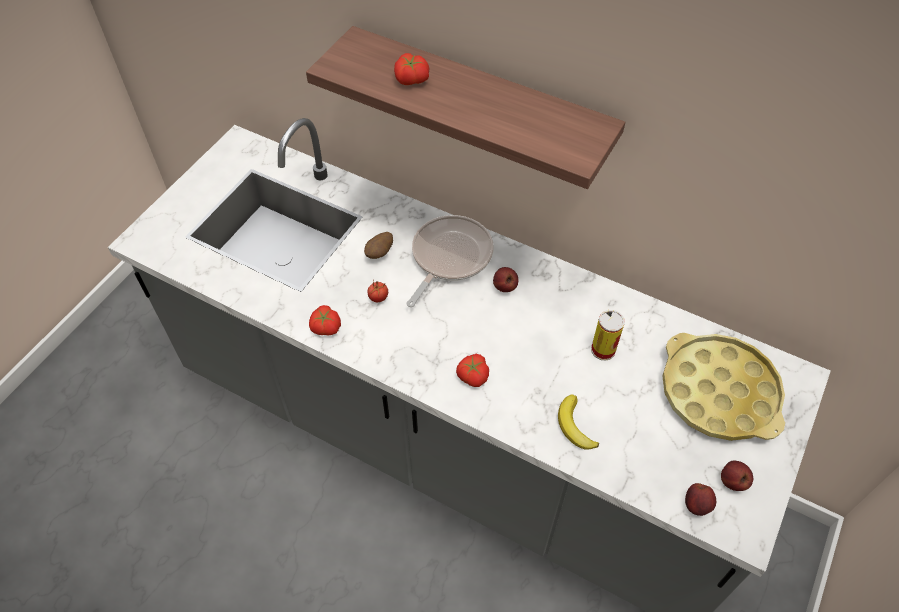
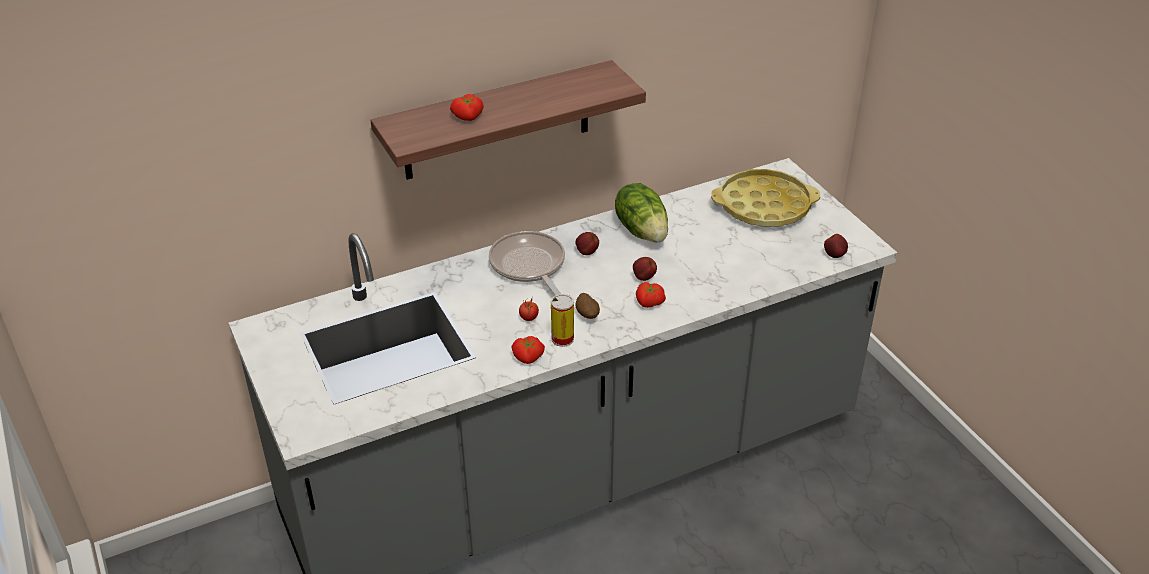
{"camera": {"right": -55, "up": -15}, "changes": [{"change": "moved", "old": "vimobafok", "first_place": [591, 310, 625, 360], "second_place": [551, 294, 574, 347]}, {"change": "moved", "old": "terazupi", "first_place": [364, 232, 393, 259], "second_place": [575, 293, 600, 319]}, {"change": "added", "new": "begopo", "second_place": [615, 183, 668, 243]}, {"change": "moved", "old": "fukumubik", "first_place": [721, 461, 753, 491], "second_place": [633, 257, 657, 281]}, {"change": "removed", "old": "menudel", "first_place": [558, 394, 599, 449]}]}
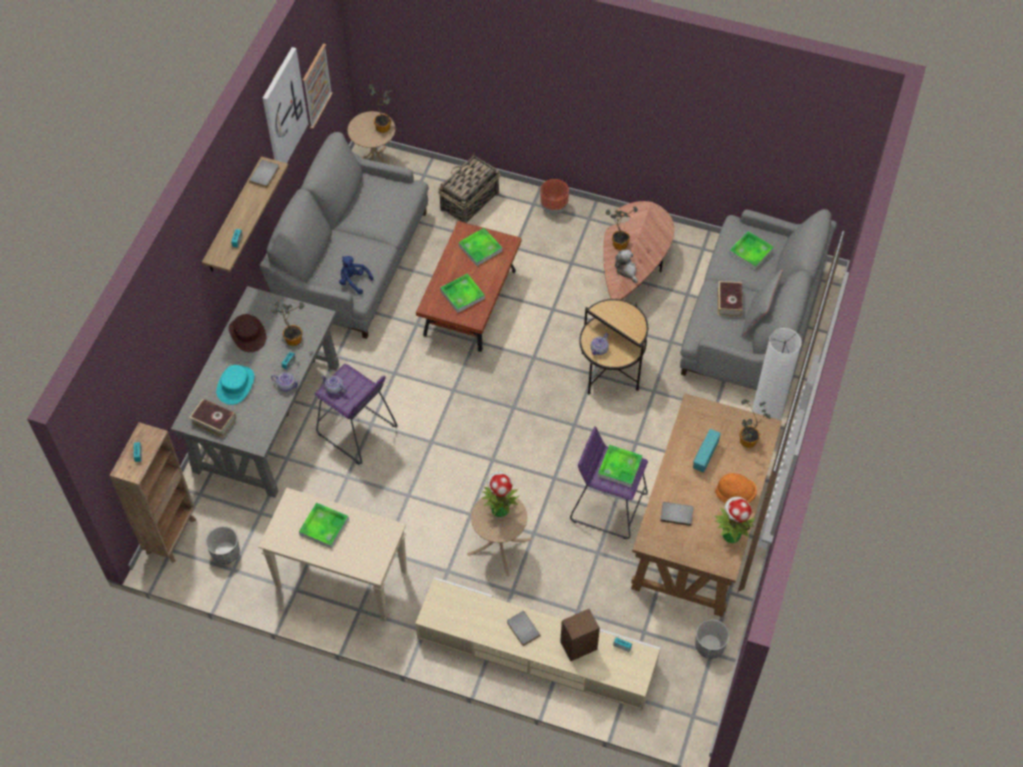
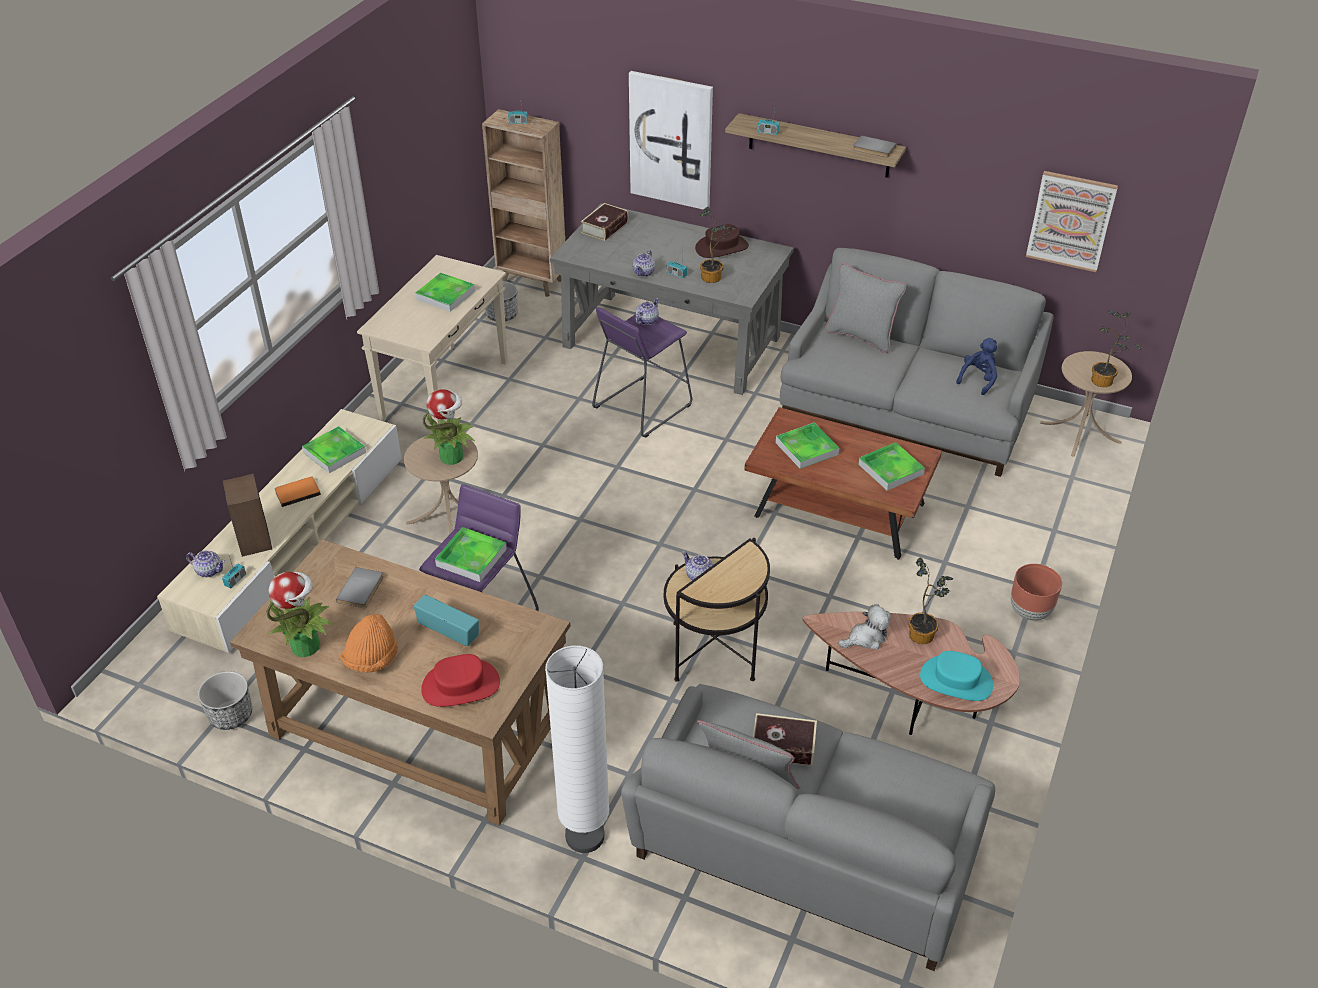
{"camera": {"right": 95, "up": -15}, "changes": [{"change": "added", "new": "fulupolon", "second_place": [186, 550, 225, 577]}, {"change": "recoloured", "old": "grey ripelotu", "new": "orange ripelotu", "first_place": [507, 611, 541, 646], "second_place": [275, 477, 321, 507]}, {"change": "moved", "old": "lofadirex", "first_place": [729, 231, 774, 270], "second_place": [302, 426, 366, 473]}, {"change": "replaced", "old": "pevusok", "new": "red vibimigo", "first_place": [740, 399, 771, 448], "second_place": [421, 654, 500, 707]}, {"change": "moved", "old": "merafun", "first_place": [263, 47, 308, 163], "second_place": [629, 71, 713, 209]}, {"change": "added", "new": "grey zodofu", "second_place": [825, 263, 906, 353]}, {"change": "moved", "old": "turquoise vibimigo", "first_place": [216, 365, 255, 405], "second_place": [920, 651, 993, 701]}, {"change": "moved", "old": "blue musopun", "first_place": [339, 256, 373, 294], "second_place": [956, 338, 997, 395]}, {"change": "removed", "old": "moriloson", "first_place": [438, 154, 500, 223]}]}
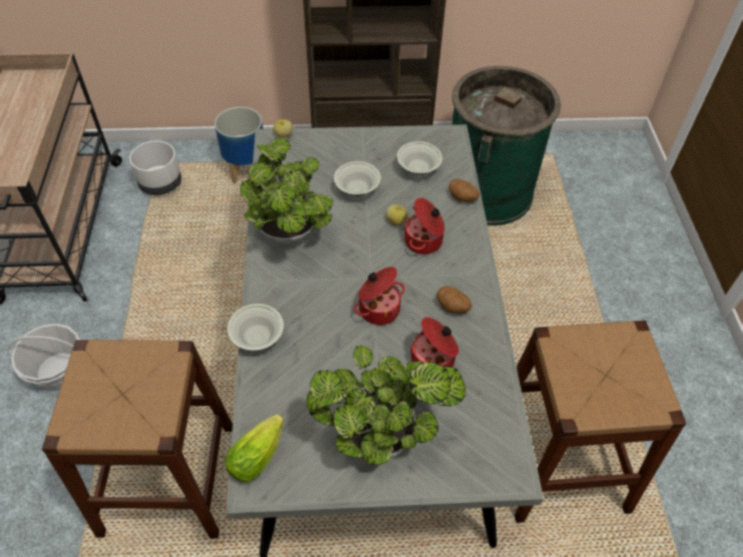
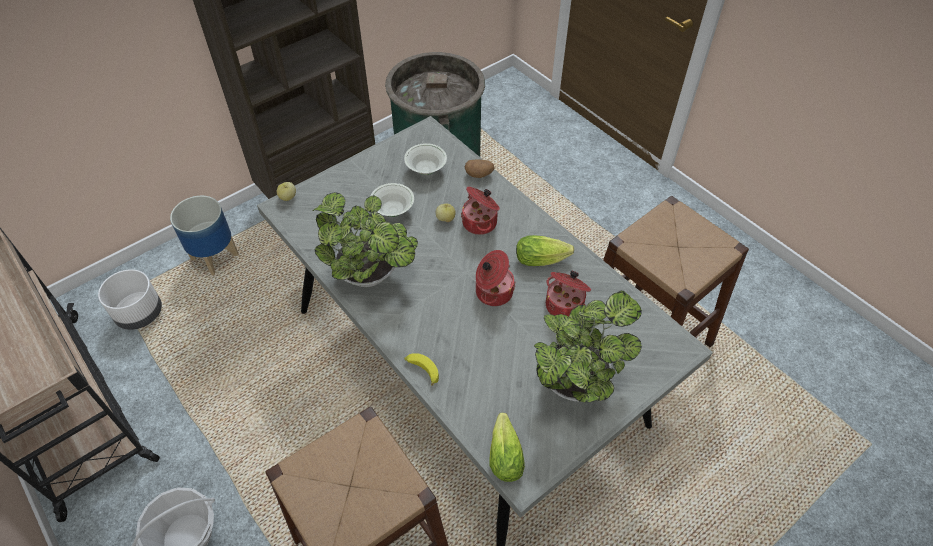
{"camera": {"right": -35, "up": 0}, "changes": [{"change": "replaced", "old": "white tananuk", "new": "menudel", "first_place": [227, 304, 284, 350], "second_place": [404, 353, 439, 386]}, {"change": "replaced", "old": "terazupi", "new": "begopo", "first_place": [437, 286, 472, 313], "second_place": [516, 235, 574, 266]}]}
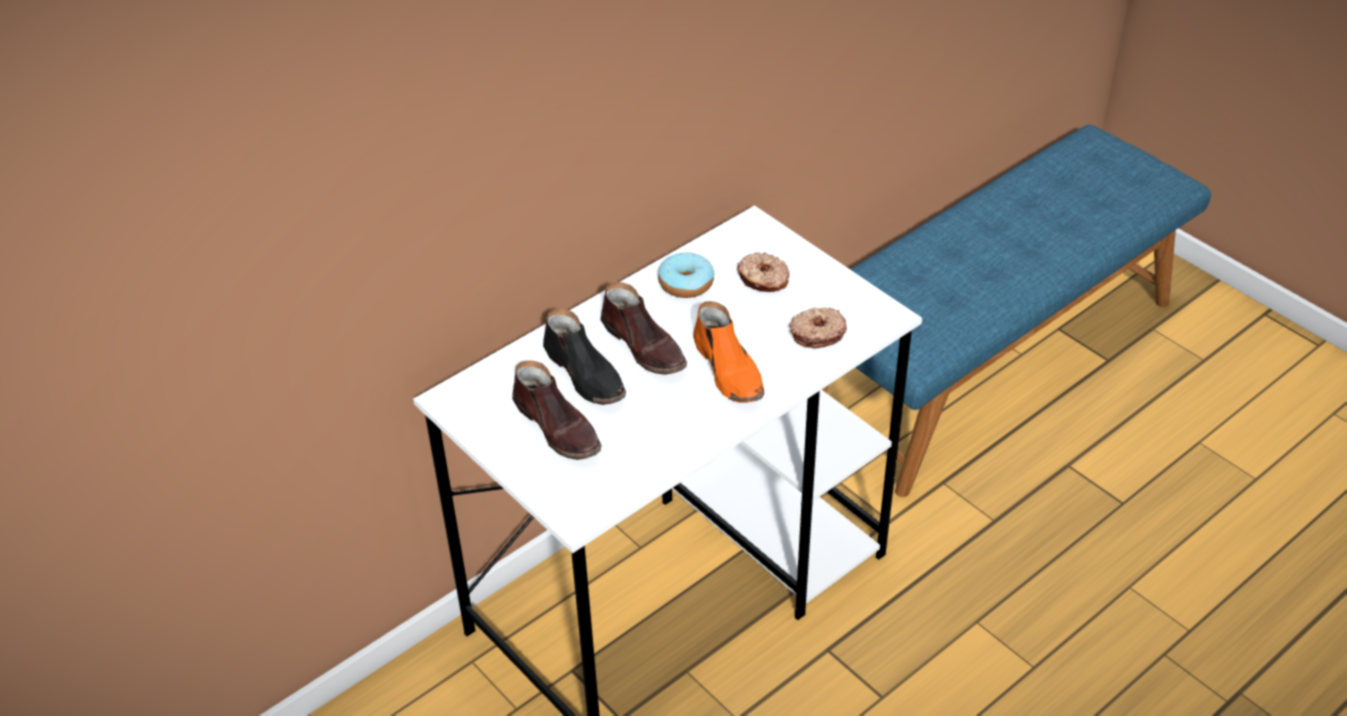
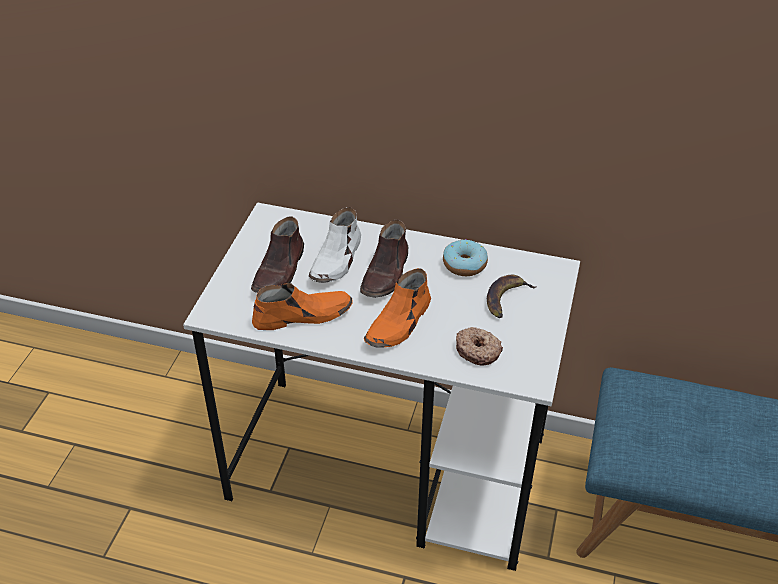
{"camera": {"right": 55, "up": 0}, "changes": [{"change": "added", "new": "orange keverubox", "second_place": [252, 283, 353, 330]}, {"change": "recoloured", "old": "black keverubox", "new": "white keverubox", "first_place": [543, 308, 626, 405], "second_place": [308, 207, 361, 283]}, {"change": "replaced", "old": "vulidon", "new": "menudel", "first_place": [737, 252, 790, 292], "second_place": [487, 275, 537, 318]}]}
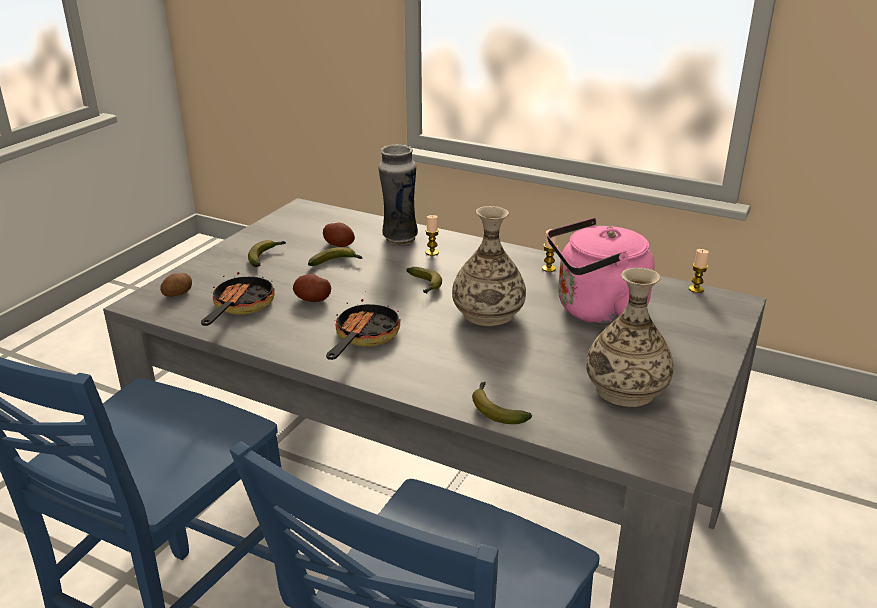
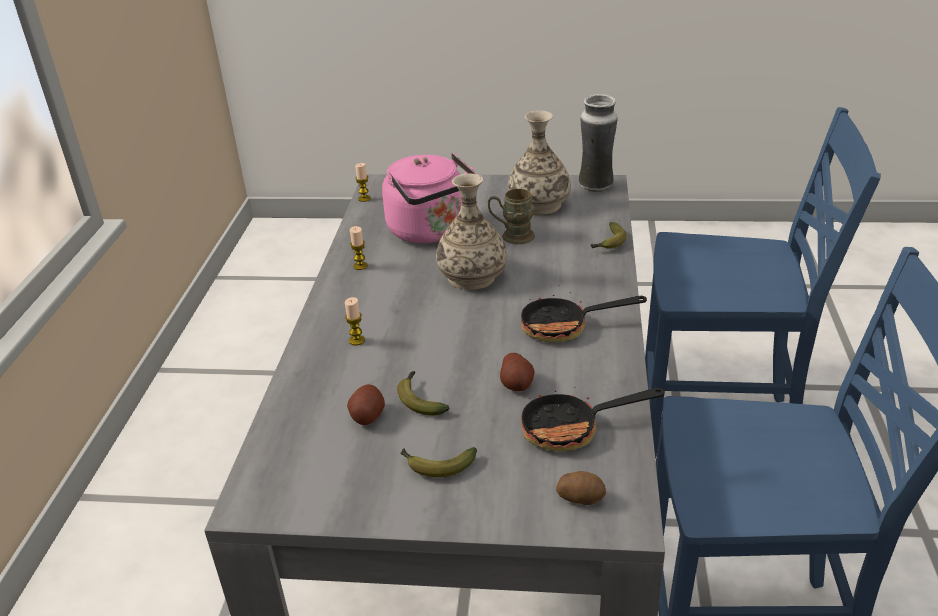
{"camera": {"right": -110, "up": 5}, "changes": [{"change": "added", "new": "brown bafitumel", "second_place": [488, 189, 535, 244]}, {"change": "moved", "old": "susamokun", "first_place": [378, 144, 418, 245], "second_place": [579, 94, 618, 193]}, {"change": "removed", "old": "menudel", "first_place": [407, 267, 442, 294]}]}
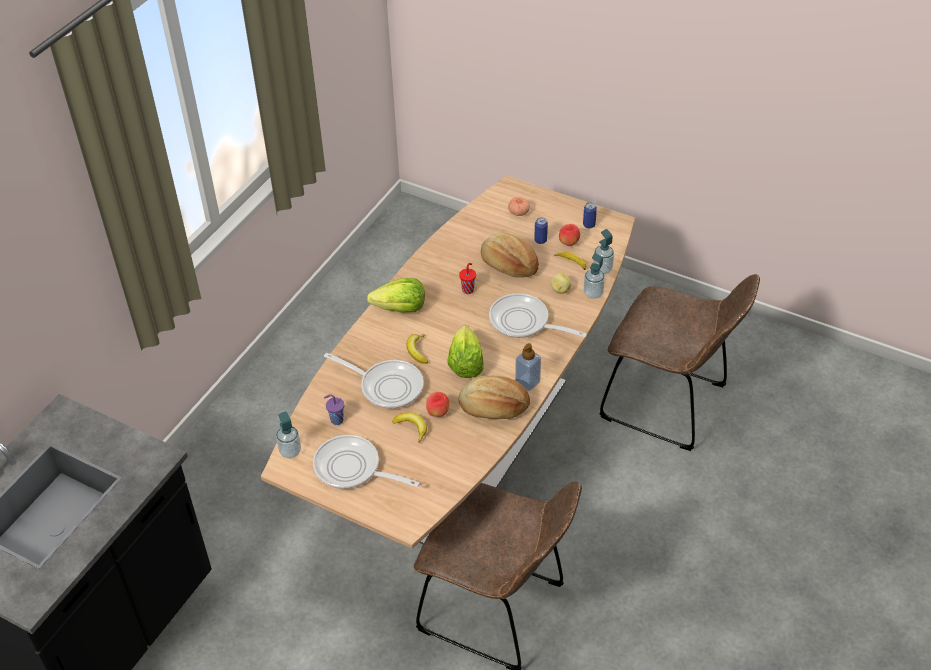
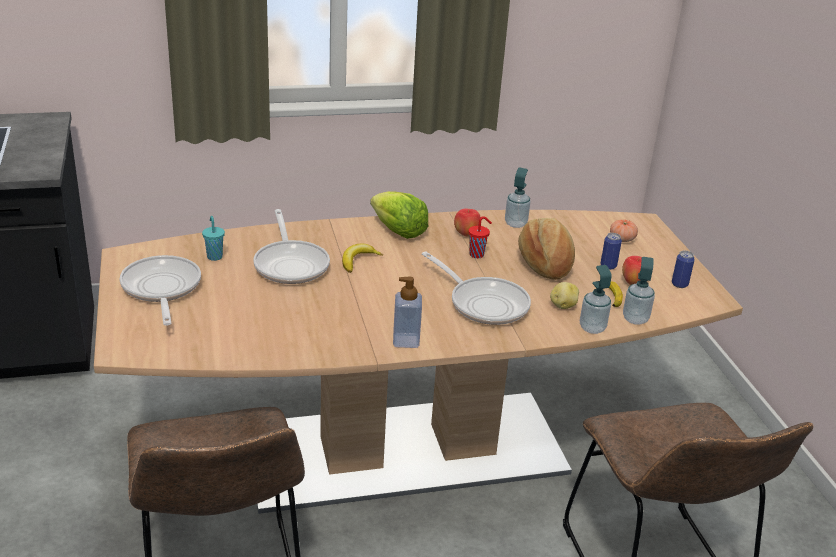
{"camera": {"right": 45, "up": -15}, "changes": [{"change": "recoloured", "old": "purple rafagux", "new": "turquoise rafagux", "first_place": [324, 394, 344, 425], "second_place": [202, 216, 225, 261]}, {"change": "turned", "old": "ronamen", "first_place": [489, 293, 587, 338], "second_place": [422, 251, 531, 325], "degrees": 150}, {"change": "moved", "old": "fukumubik", "first_place": [426, 392, 449, 417], "second_place": [454, 208, 481, 237]}, {"change": "moved", "old": "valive", "first_place": [276, 411, 301, 458], "second_place": [505, 168, 531, 228]}, {"change": "removed", "old": "menudel", "first_place": [392, 412, 427, 443]}, {"change": "removed", "old": "begopo", "first_place": [447, 326, 484, 378]}, {"change": "removed", "old": "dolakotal", "first_place": [459, 375, 530, 419]}]}
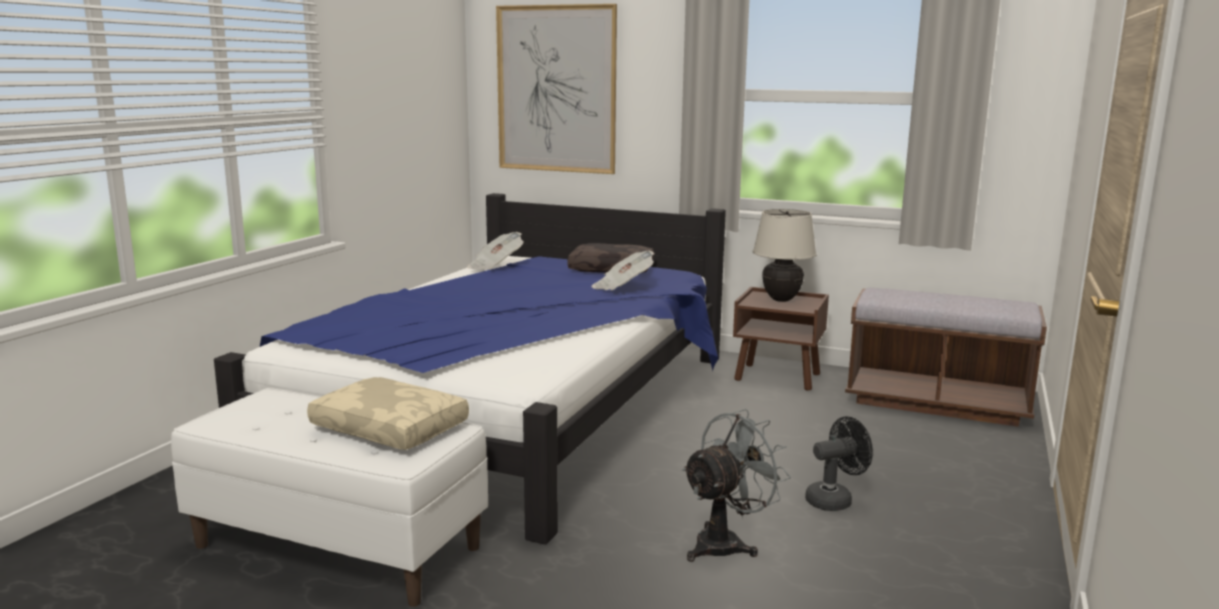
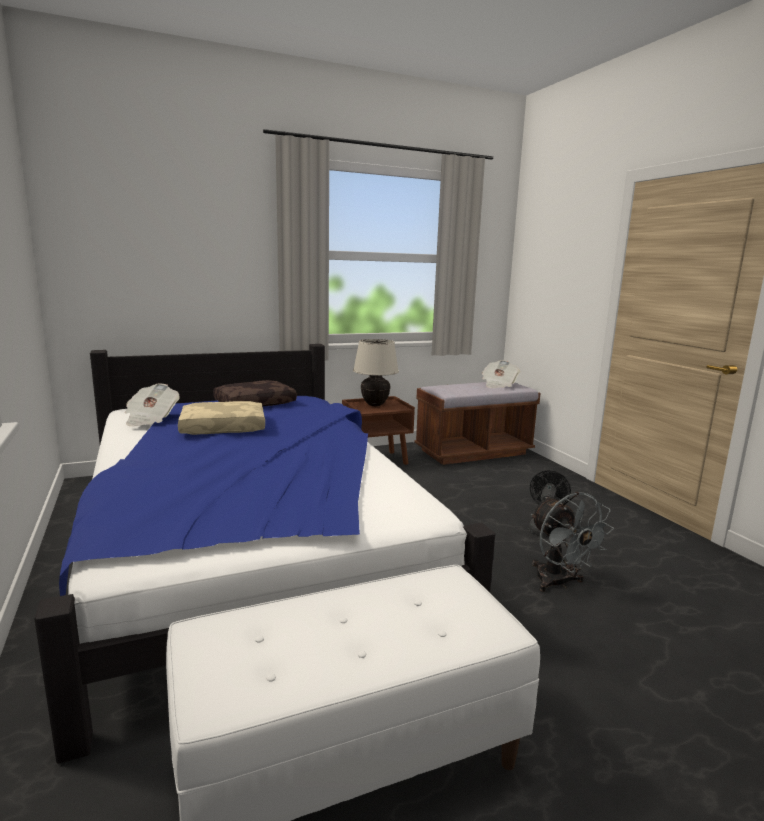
{"camera": {"right": -45, "up": 0}, "changes": [{"change": "moved", "old": "beige zodofu", "first_place": [307, 377, 469, 450], "second_place": [178, 401, 265, 435]}, {"change": "moved", "old": "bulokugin", "first_place": [592, 251, 654, 290], "second_place": [481, 360, 520, 388]}, {"change": "turned", "old": "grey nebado", "first_place": [682, 409, 791, 562], "second_place": [531, 492, 614, 592], "degrees": 150}, {"change": "removed", "old": "merafun", "first_place": [496, 4, 617, 174]}]}
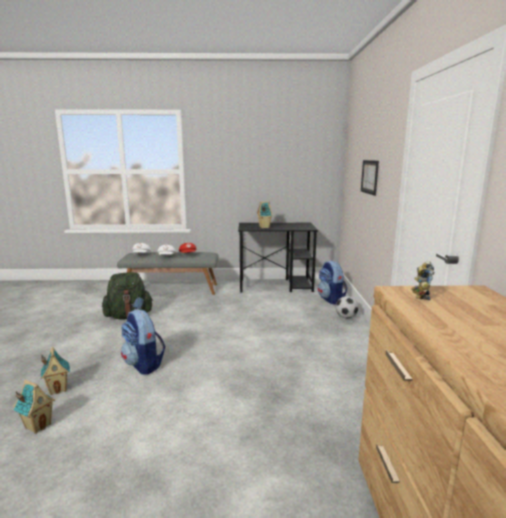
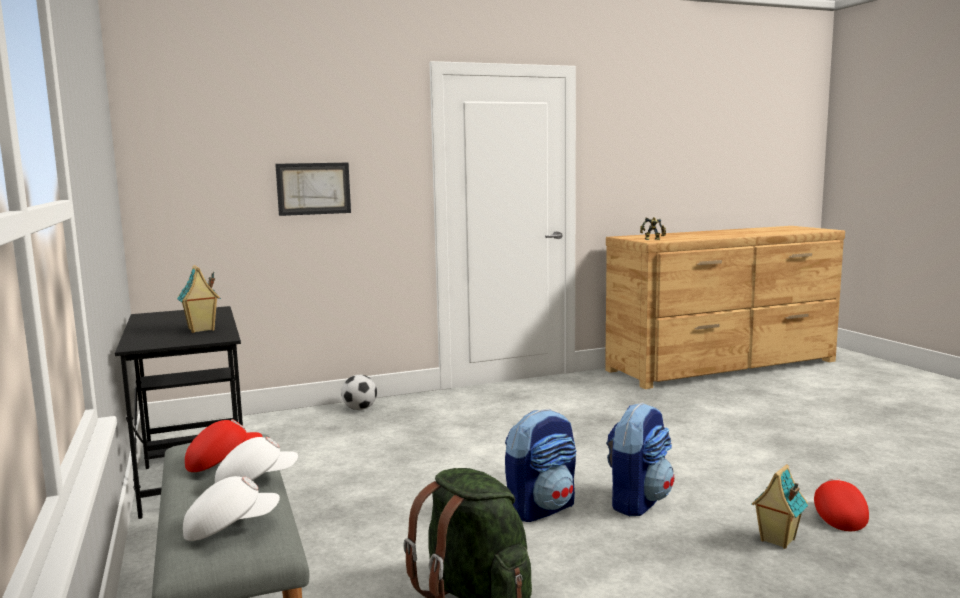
{"camera": {"right": -110, "up": -5}, "changes": [{"change": "moved", "old": "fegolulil", "first_place": [318, 261, 347, 305], "second_place": [505, 409, 576, 522]}, {"change": "replaced", "old": "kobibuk", "new": "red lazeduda", "first_place": [13, 380, 55, 434], "second_place": [814, 479, 869, 531]}]}
